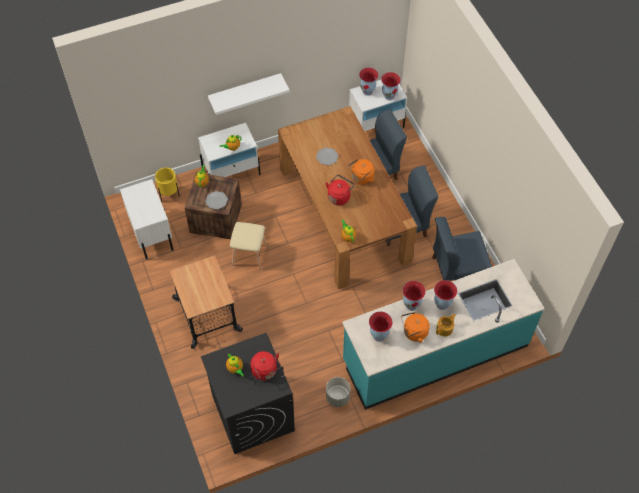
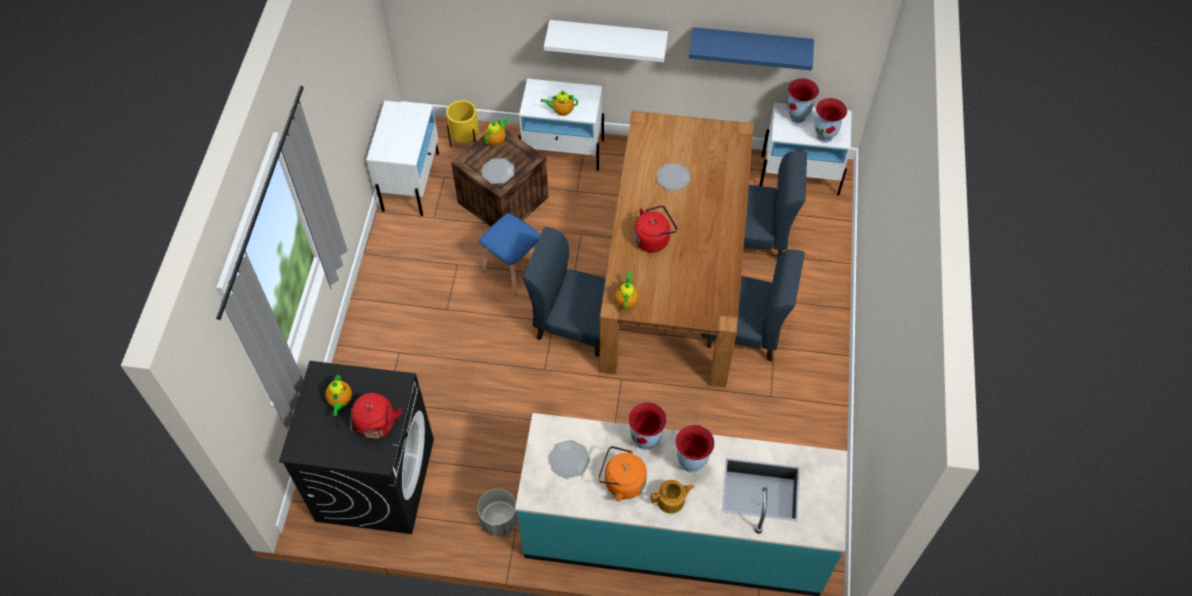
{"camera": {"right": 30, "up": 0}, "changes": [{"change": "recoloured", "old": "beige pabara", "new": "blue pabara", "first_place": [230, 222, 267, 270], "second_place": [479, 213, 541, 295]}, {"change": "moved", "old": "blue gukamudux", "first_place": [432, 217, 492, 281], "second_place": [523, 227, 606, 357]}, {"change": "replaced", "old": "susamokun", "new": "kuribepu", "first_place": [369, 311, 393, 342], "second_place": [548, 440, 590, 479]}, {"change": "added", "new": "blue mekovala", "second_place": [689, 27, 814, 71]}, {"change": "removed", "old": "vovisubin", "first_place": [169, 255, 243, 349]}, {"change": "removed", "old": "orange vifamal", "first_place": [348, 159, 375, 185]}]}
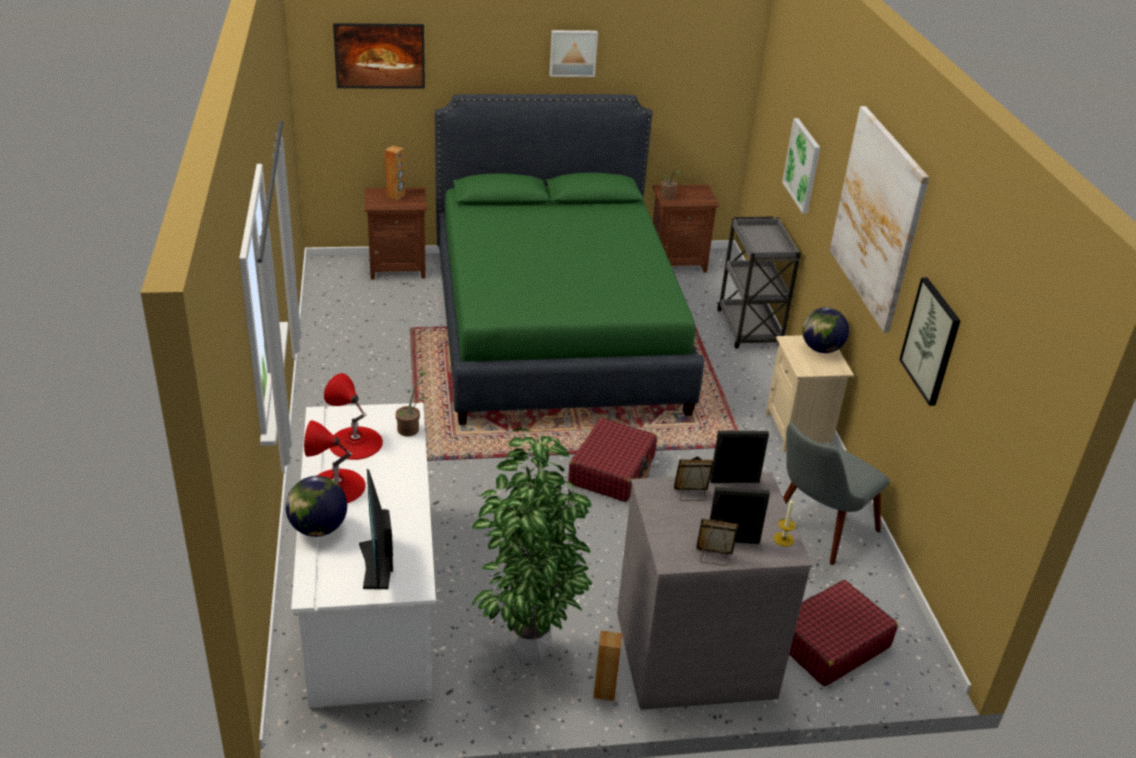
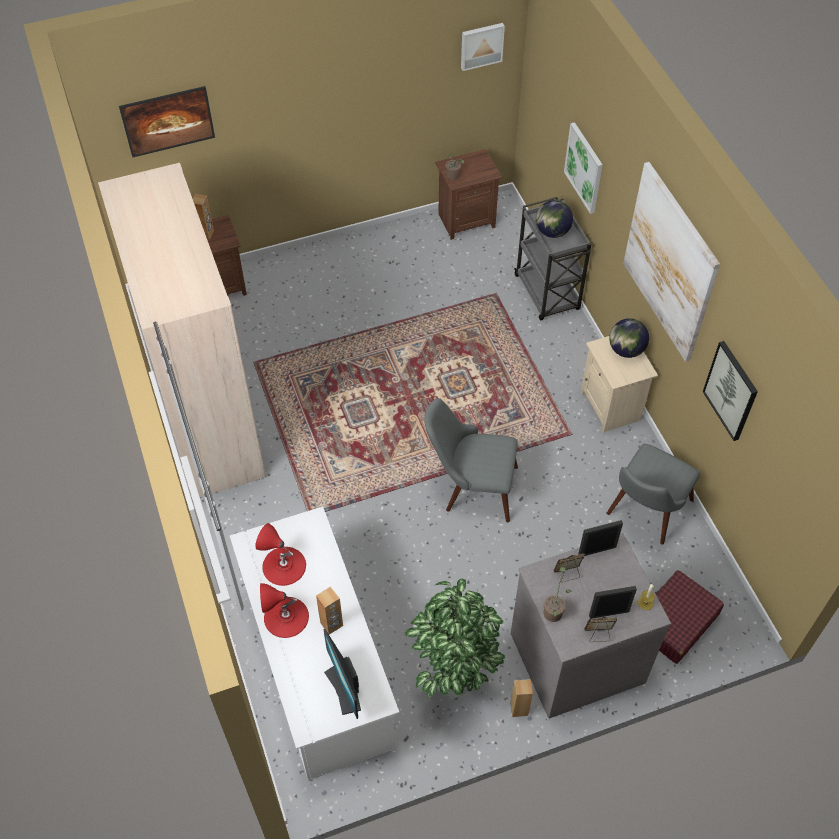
{"camera": {"right": -10, "up": 20}, "changes": [{"change": "added", "new": "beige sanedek", "second_place": [98, 163, 266, 498]}, {"change": "added", "new": "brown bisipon", "second_place": [316, 587, 343, 635]}, {"change": "replaced", "old": "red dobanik", "new": "grey gukamudux", "first_place": [568, 418, 657, 502], "second_place": [424, 398, 518, 522]}, {"change": "moved", "old": "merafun", "first_place": [550, 30, 598, 77], "second_place": [461, 23, 505, 71]}, {"change": "moved", "old": "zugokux", "first_place": [285, 476, 347, 537], "second_place": [536, 200, 573, 238]}, {"change": "moved", "old": "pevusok", "first_place": [396, 371, 428, 436], "second_place": [543, 567, 571, 622]}, {"change": "removed", "old": "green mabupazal", "first_place": [435, 94, 704, 425]}]}
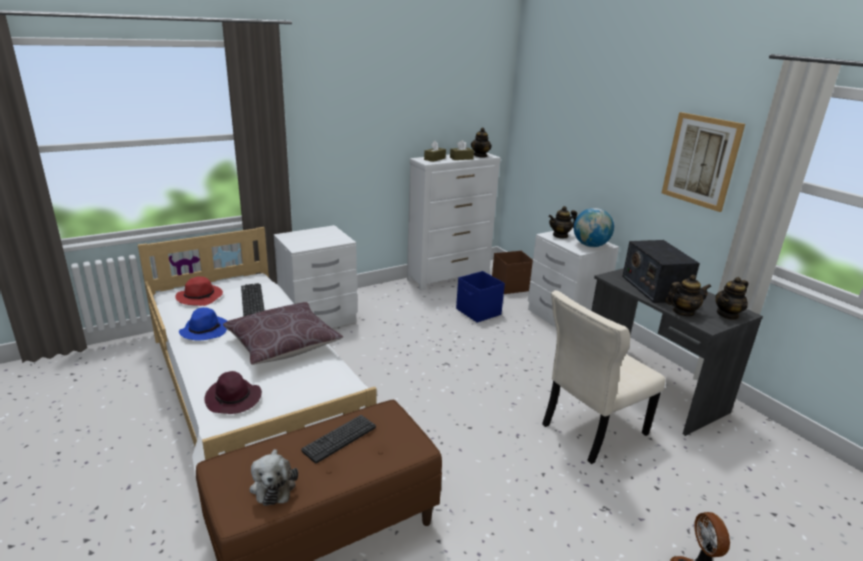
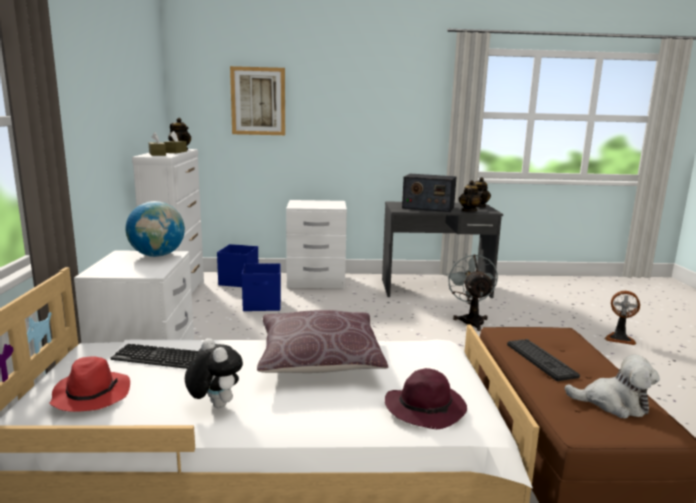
{"camera": {"right": -60, "up": -10}, "changes": [{"change": "moved", "old": "zugokux", "first_place": [574, 208, 614, 247], "second_place": [126, 201, 185, 257]}, {"change": "replaced", "old": "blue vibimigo", "new": "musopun", "first_place": [179, 307, 227, 341], "second_place": [185, 338, 243, 408]}, {"change": "recoloured", "old": "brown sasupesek", "new": "blue sasupesek", "first_place": [492, 251, 533, 294], "second_place": [217, 244, 258, 287]}, {"change": "moved", "old": "merafun", "first_place": [662, 112, 745, 212], "second_place": [230, 66, 285, 135]}, {"change": "replaced", "old": "beige gukamudux", "new": "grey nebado", "first_place": [542, 290, 666, 464], "second_place": [446, 253, 498, 331]}, {"change": "removed", "old": "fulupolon", "first_place": [549, 206, 577, 239]}]}
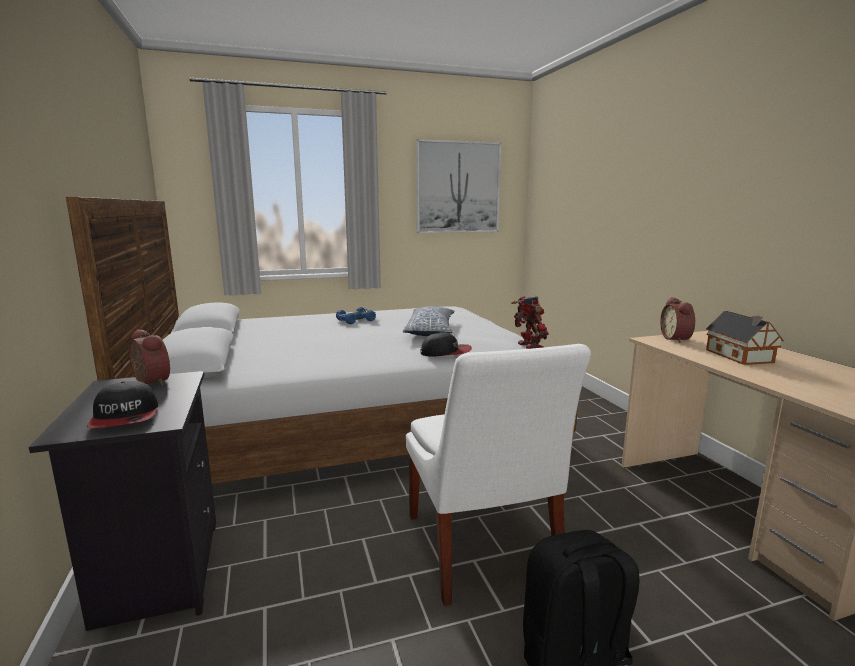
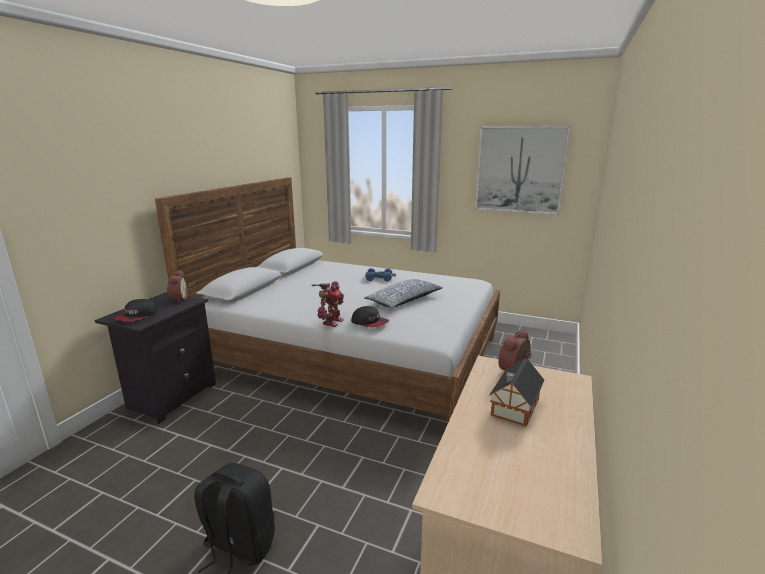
{"camera": {"right": 40, "up": 5}, "changes": [{"change": "moved", "old": "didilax", "first_place": [511, 296, 549, 349], "second_place": [312, 281, 344, 327]}, {"change": "removed", "old": "white gukamudux", "first_place": [406, 344, 591, 606]}]}
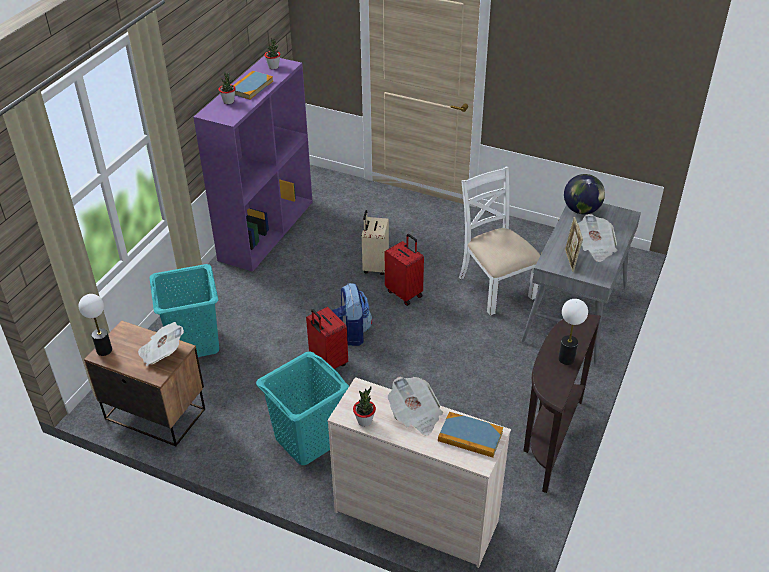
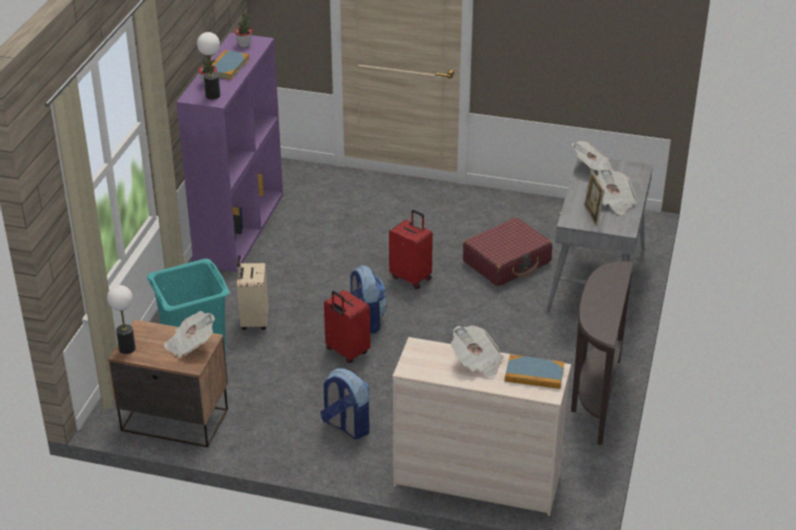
{"camera": {"right": -10, "up": -5}, "changes": [{"change": "moved", "old": "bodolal", "first_place": [558, 299, 588, 365], "second_place": [197, 32, 220, 100]}, {"change": "moved", "old": "beige dobanik", "first_place": [362, 210, 389, 275], "second_place": [237, 255, 268, 330]}, {"change": "replaced", "old": "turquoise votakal", "new": "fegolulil", "first_place": [256, 352, 349, 465], "second_place": [320, 368, 370, 439]}, {"change": "replaced", "old": "white gukamudux", "new": "red dobanik", "first_place": [459, 166, 540, 316], "second_place": [463, 218, 552, 286]}, {"change": "replaced", "old": "zugokux", "new": "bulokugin", "first_place": [564, 174, 605, 214], "second_place": [572, 141, 613, 171]}, {"change": "removed", "old": "pevusok", "first_place": [353, 386, 376, 427]}]}
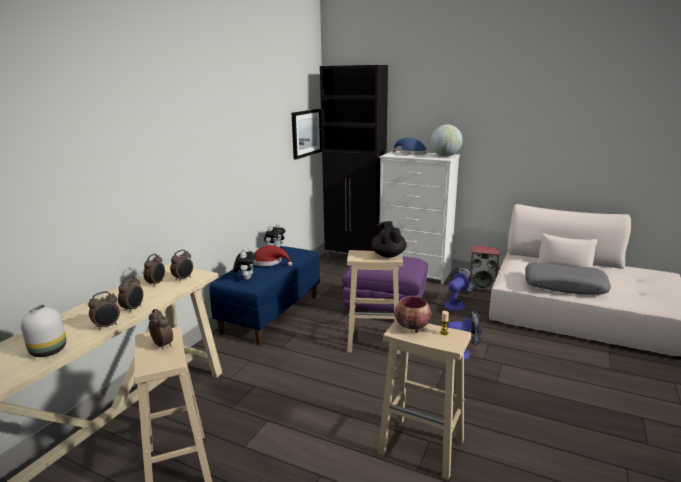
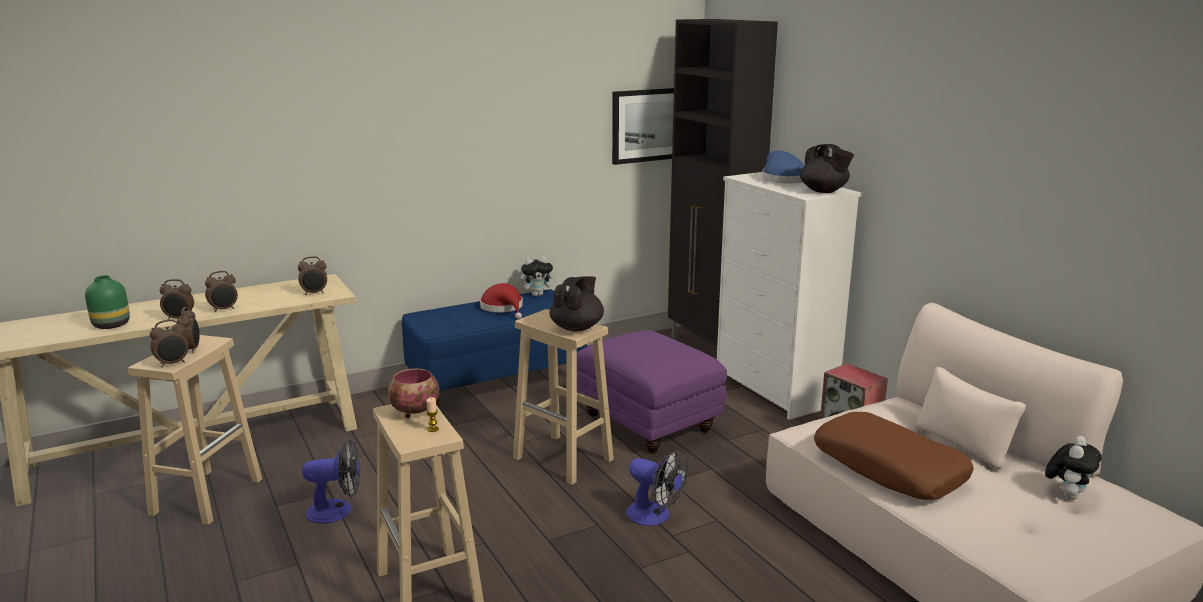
{"camera": {"right": 35, "up": 0}, "changes": [{"change": "recoloured", "old": "white susamokun", "new": "green susamokun", "first_place": [21, 304, 66, 357], "second_place": [85, 275, 130, 329]}, {"change": "moved", "old": "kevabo", "first_place": [143, 254, 165, 287], "second_place": [150, 320, 189, 368]}, {"change": "moved", "old": "nebado", "first_place": [444, 267, 477, 311], "second_place": [302, 438, 360, 523]}, {"change": "replaced", "old": "zugokux", "new": "black fulupolon", "first_place": [431, 125, 463, 156], "second_place": [800, 144, 854, 193]}, {"change": "recoloured", "old": "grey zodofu", "new": "brown zodofu", "first_place": [525, 263, 611, 295], "second_place": [814, 412, 974, 500]}, {"change": "moved", "old": "musopun", "first_place": [233, 248, 256, 280], "second_place": [1045, 436, 1102, 500]}]}
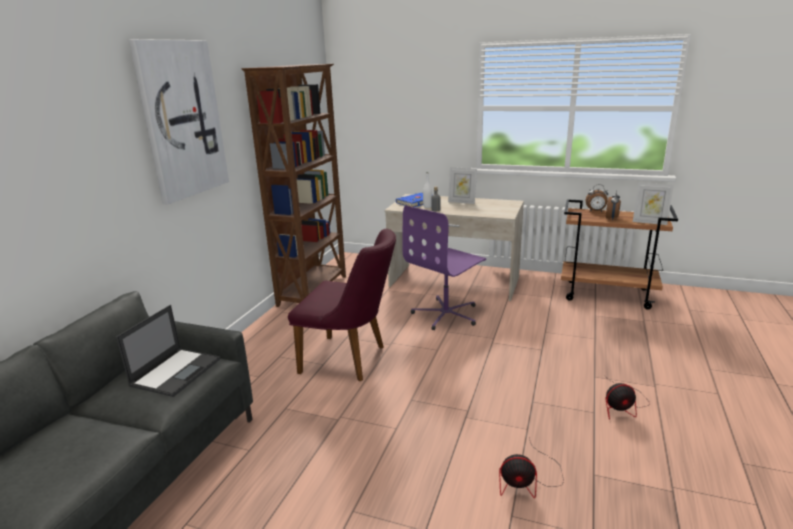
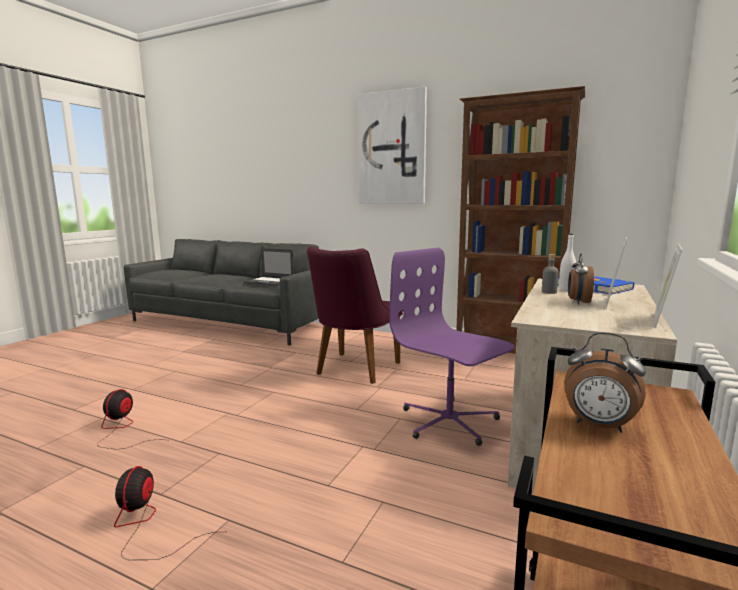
{"camera": {"right": 95, "up": -10}, "changes": [{"change": "moved", "old": "kevabo", "first_place": [586, 184, 608, 212], "second_place": [568, 253, 594, 304]}, {"change": "moved", "old": "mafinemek", "first_place": [633, 182, 674, 225], "second_place": [655, 244, 682, 328]}]}
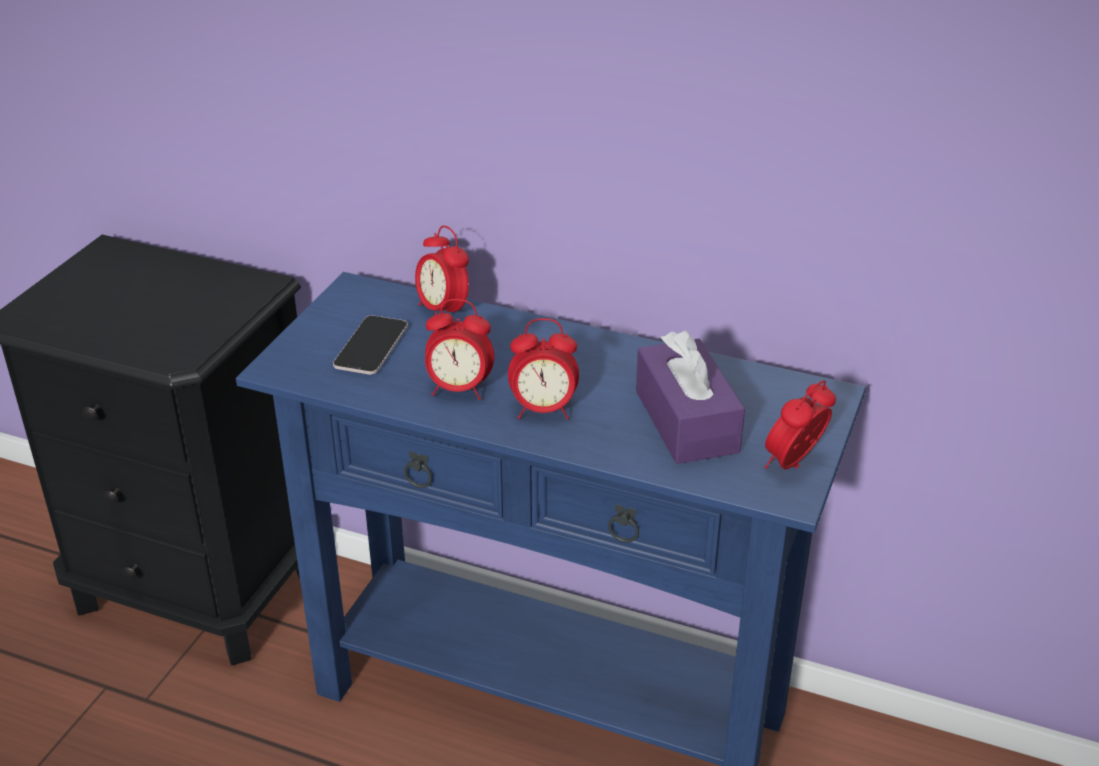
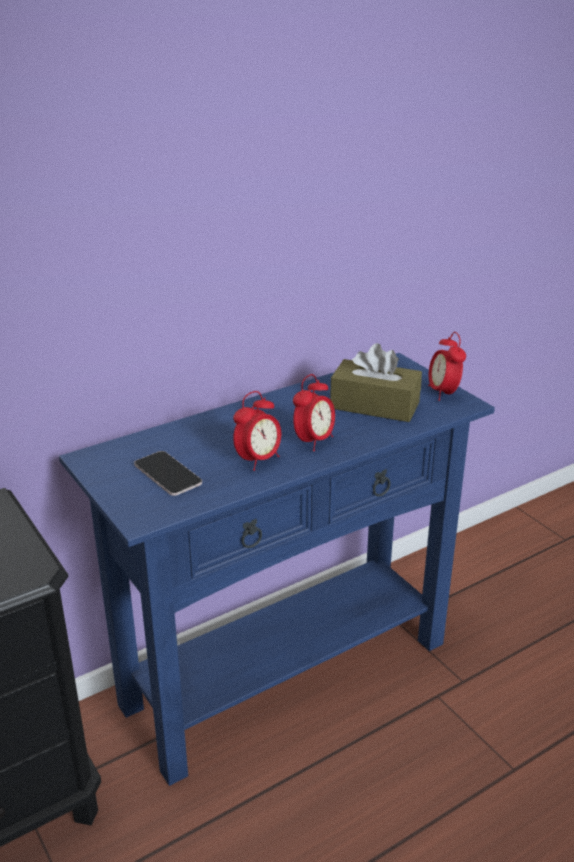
{"camera": {"right": -55, "up": -5}, "changes": [{"change": "recoloured", "old": "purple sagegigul", "new": "brown sagegigul", "first_place": [636, 331, 745, 464], "second_place": [330, 343, 422, 422]}, {"change": "removed", "old": "kevabo", "first_place": [415, 226, 469, 313]}]}
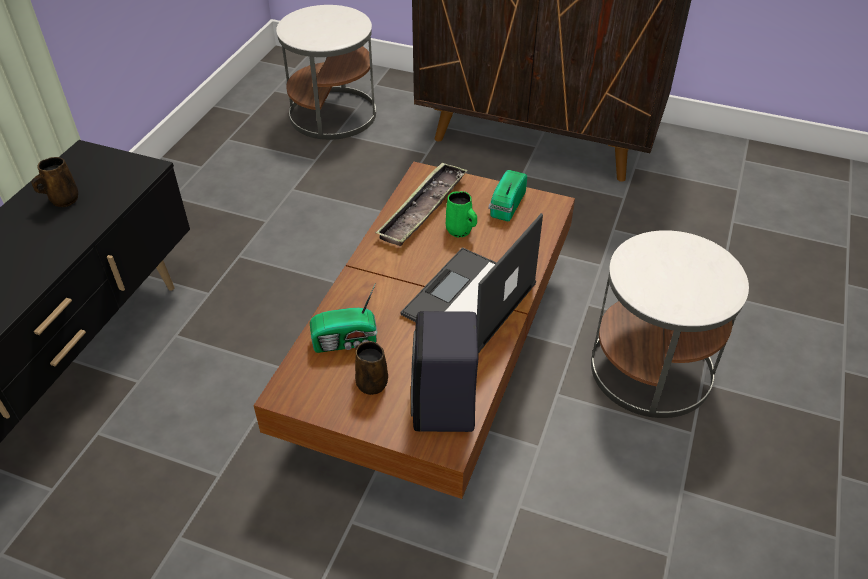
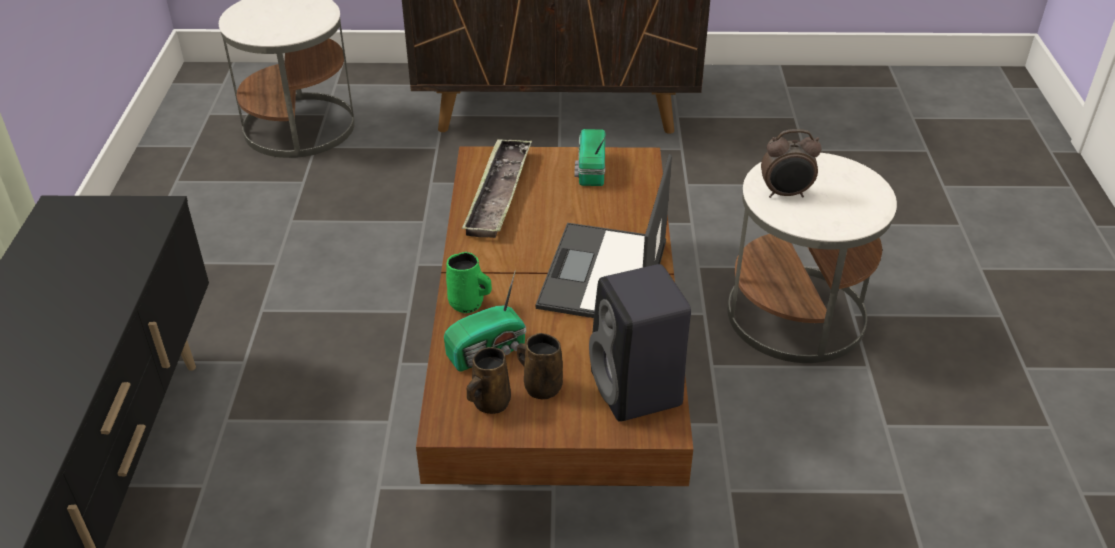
{"camera": {"right": -20, "up": -5}, "changes": [{"change": "moved", "old": "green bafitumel", "first_place": [446, 191, 477, 238], "second_place": [446, 252, 492, 313]}, {"change": "moved", "old": "brown bafitumel", "first_place": [31, 157, 78, 207], "second_place": [467, 347, 511, 414]}, {"change": "added", "new": "kevabo", "second_place": [761, 129, 821, 198]}]}
